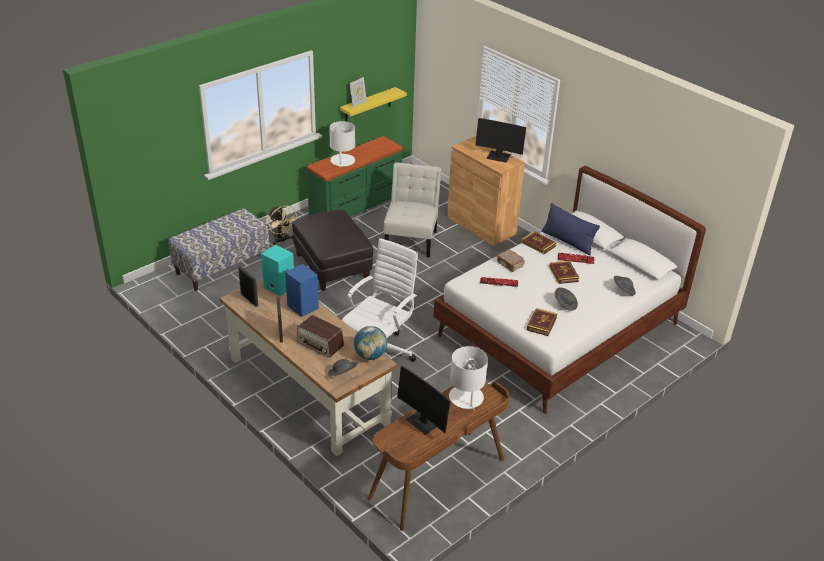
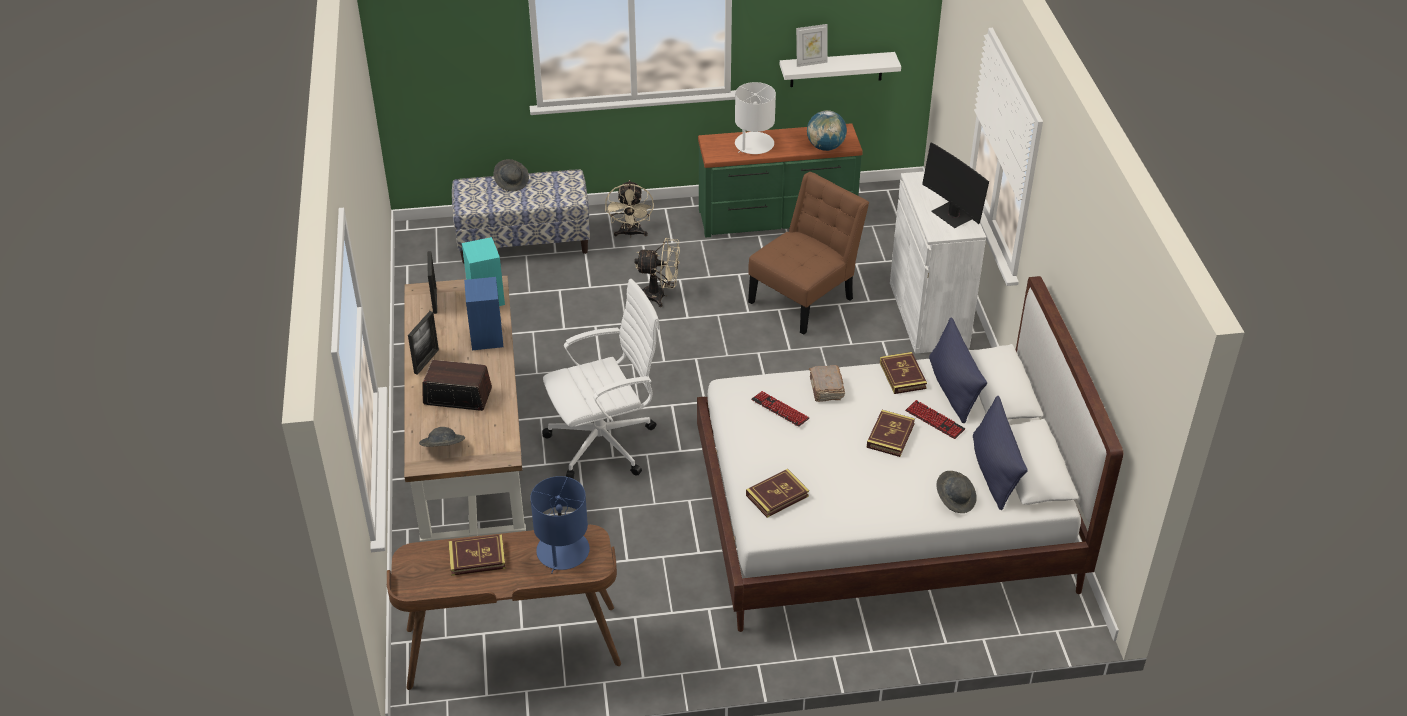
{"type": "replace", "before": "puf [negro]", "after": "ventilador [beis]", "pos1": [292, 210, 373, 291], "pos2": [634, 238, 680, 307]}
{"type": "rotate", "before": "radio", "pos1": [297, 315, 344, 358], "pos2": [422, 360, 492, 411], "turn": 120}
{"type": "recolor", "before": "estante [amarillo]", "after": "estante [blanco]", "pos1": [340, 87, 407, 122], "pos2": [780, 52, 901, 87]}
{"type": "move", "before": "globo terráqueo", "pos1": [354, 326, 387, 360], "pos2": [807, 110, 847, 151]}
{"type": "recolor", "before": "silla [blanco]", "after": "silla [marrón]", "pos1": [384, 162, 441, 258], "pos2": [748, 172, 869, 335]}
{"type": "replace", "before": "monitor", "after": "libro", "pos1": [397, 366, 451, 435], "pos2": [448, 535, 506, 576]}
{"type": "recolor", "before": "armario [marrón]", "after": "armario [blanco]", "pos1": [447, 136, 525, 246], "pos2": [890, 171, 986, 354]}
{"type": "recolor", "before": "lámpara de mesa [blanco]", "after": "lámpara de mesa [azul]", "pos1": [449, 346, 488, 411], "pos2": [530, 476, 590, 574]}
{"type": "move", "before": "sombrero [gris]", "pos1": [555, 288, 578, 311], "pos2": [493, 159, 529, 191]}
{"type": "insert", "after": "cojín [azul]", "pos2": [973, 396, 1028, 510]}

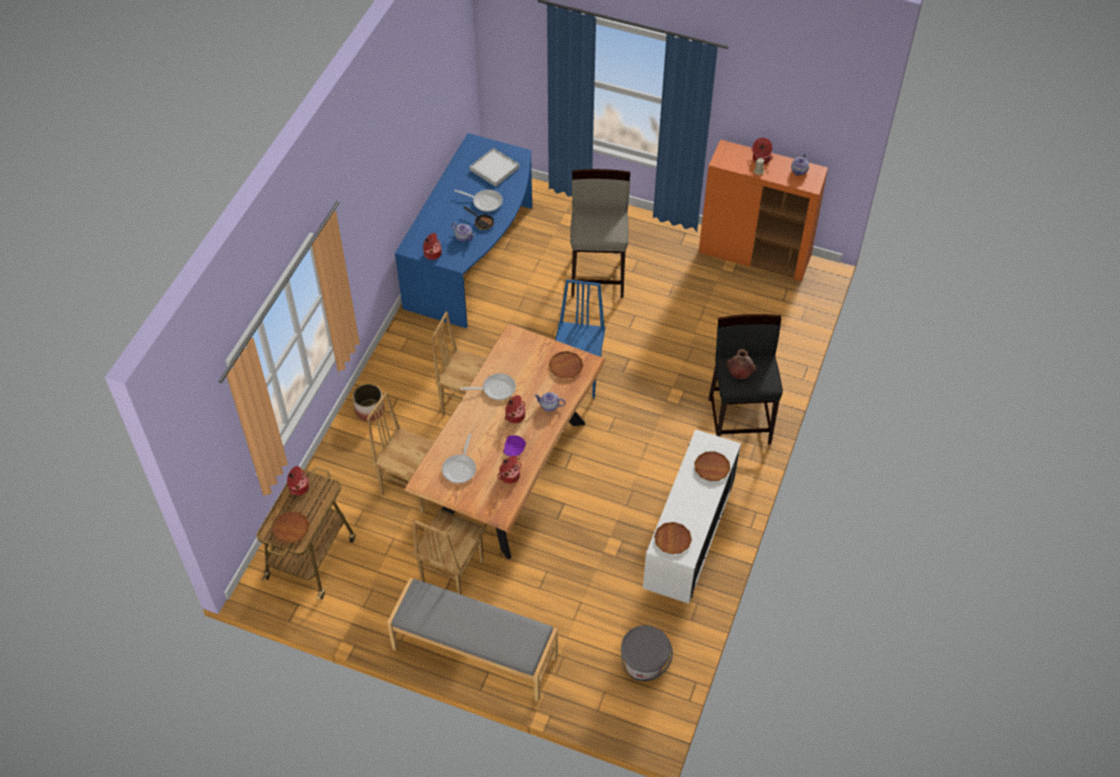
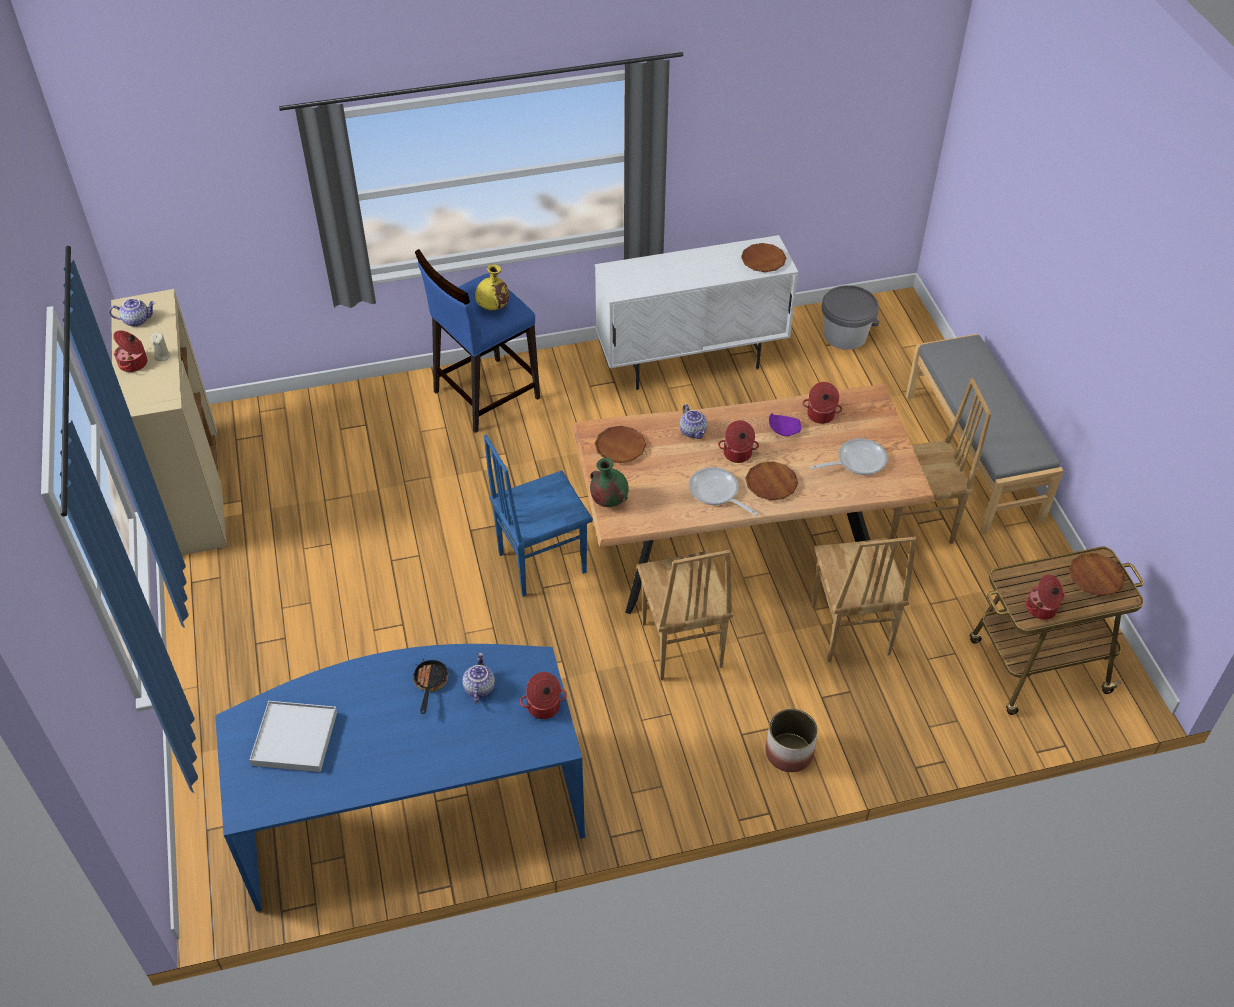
{"type": "delete", "before": "sartén", "pos1": [455, 190, 503, 212]}
{"type": "delete", "before": "taburete [beis]", "pos1": [570, 169, 630, 298]}
{"type": "move", "before": "plato [marrón]", "pos1": [694, 451, 730, 481], "pos2": [745, 461, 798, 500]}
{"type": "recolor", "before": "armario [naranja]", "after": "armario [beis]", "pos1": [699, 139, 828, 281], "pos2": [111, 289, 227, 555]}
{"type": "recolor", "before": "taburete [negro]", "after": "taburete [azul]", "pos1": [708, 314, 783, 445], "pos2": [415, 249, 540, 433]}
{"type": "recolor", "before": "florero [marrón]", "after": "florero [amarillo]", "pos1": [726, 349, 757, 379], "pos2": [475, 264, 509, 311]}
{"type": "insert", "after": "florero [verde]", "pos2": [590, 458, 629, 507]}

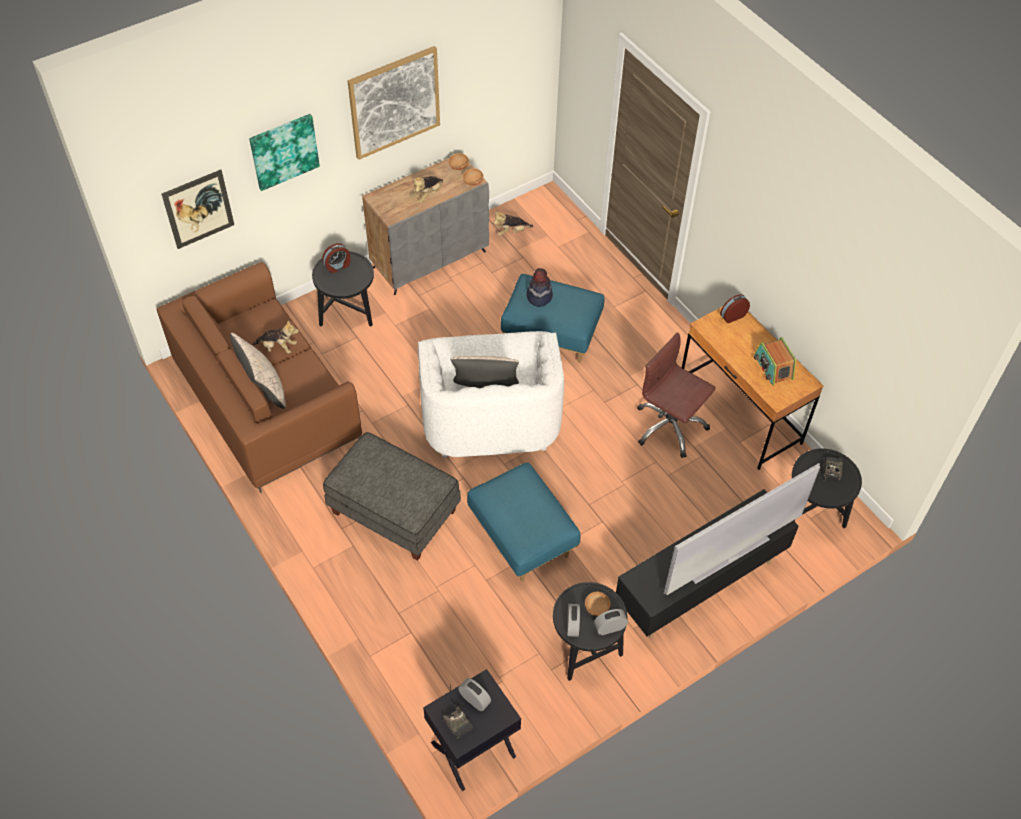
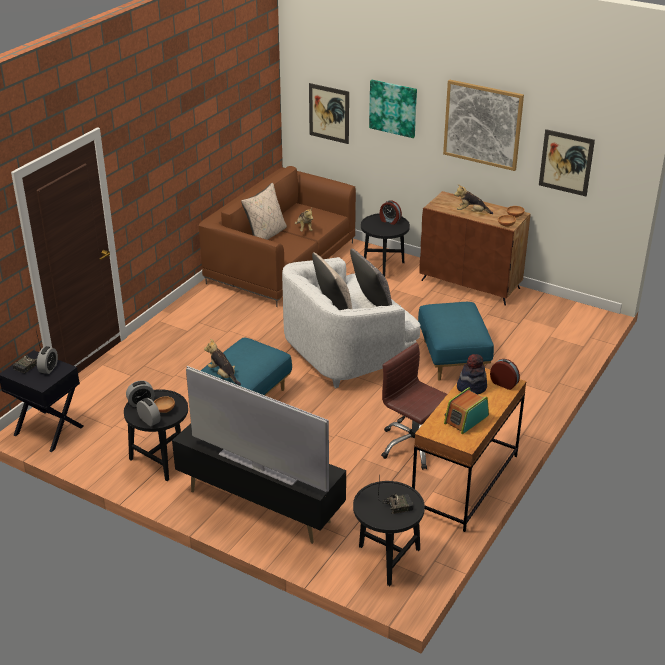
{"type": "delete", "before": "puf [gris]", "pos1": [323, 432, 461, 561]}
{"type": "recolor", "before": "armario [gris]", "after": "armario [marrón]", "pos1": [362, 158, 489, 295], "pos2": [420, 191, 531, 306]}
{"type": "move", "before": "peluche", "pos1": [493, 212, 533, 236], "pos2": [204, 338, 241, 386]}
{"type": "move", "before": "sombrero", "pos1": [527, 268, 553, 307], "pos2": [457, 354, 487, 394]}
{"type": "rotate", "before": "silla de oficina [marrón]", "pos1": [637, 332, 716, 458], "pos2": [381, 342, 447, 470], "turn": -60}
{"type": "insert", "after": "cojín [gris]", "pos2": [350, 248, 392, 307]}
{"type": "insert", "after": "cuadro", "pos2": [539, 129, 595, 196]}

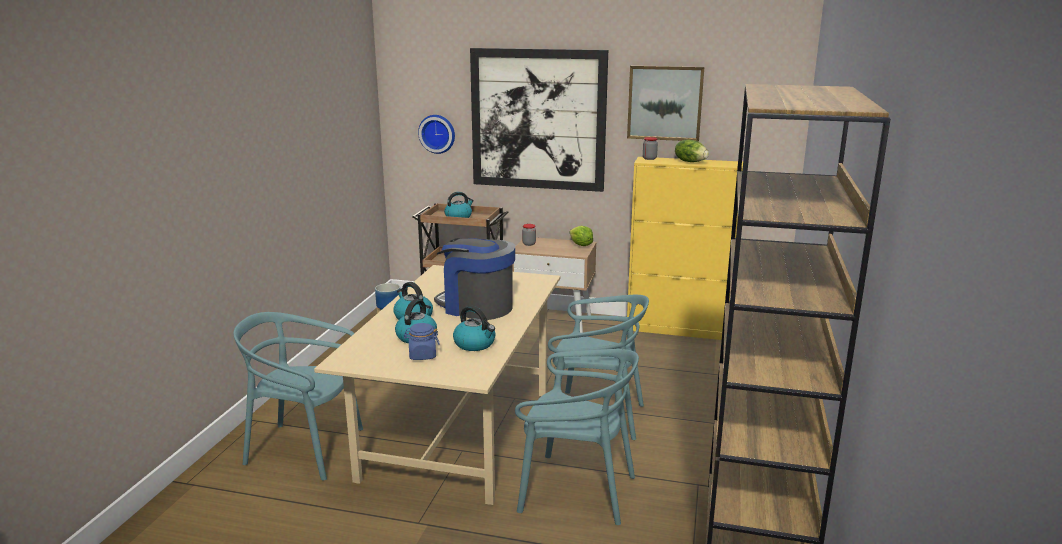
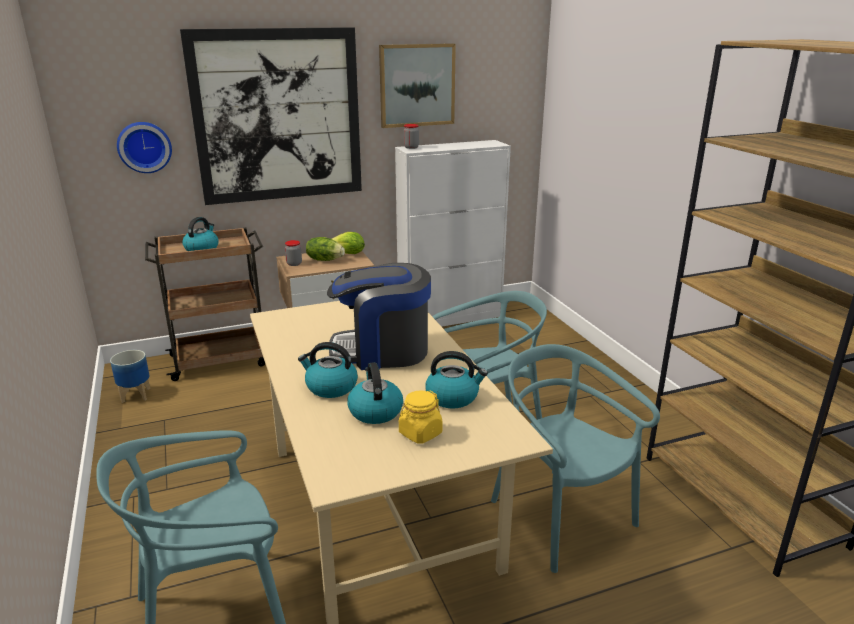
{"type": "recolor", "before": "tarro [azul]", "after": "tarro [amarillo]", "pos1": [404, 323, 439, 360], "pos2": [399, 390, 442, 444]}
{"type": "rotate", "before": "silla [turquesa]", "pos1": [515, 349, 639, 525], "pos2": [491, 344, 660, 573], "turn": -105}
{"type": "recolor", "before": "armario [amarillo]", "after": "armario [blanco]", "pos1": [627, 157, 743, 340], "pos2": [395, 140, 511, 327]}
{"type": "move", "before": "lechuga", "pos1": [675, 140, 709, 162], "pos2": [306, 237, 345, 261]}

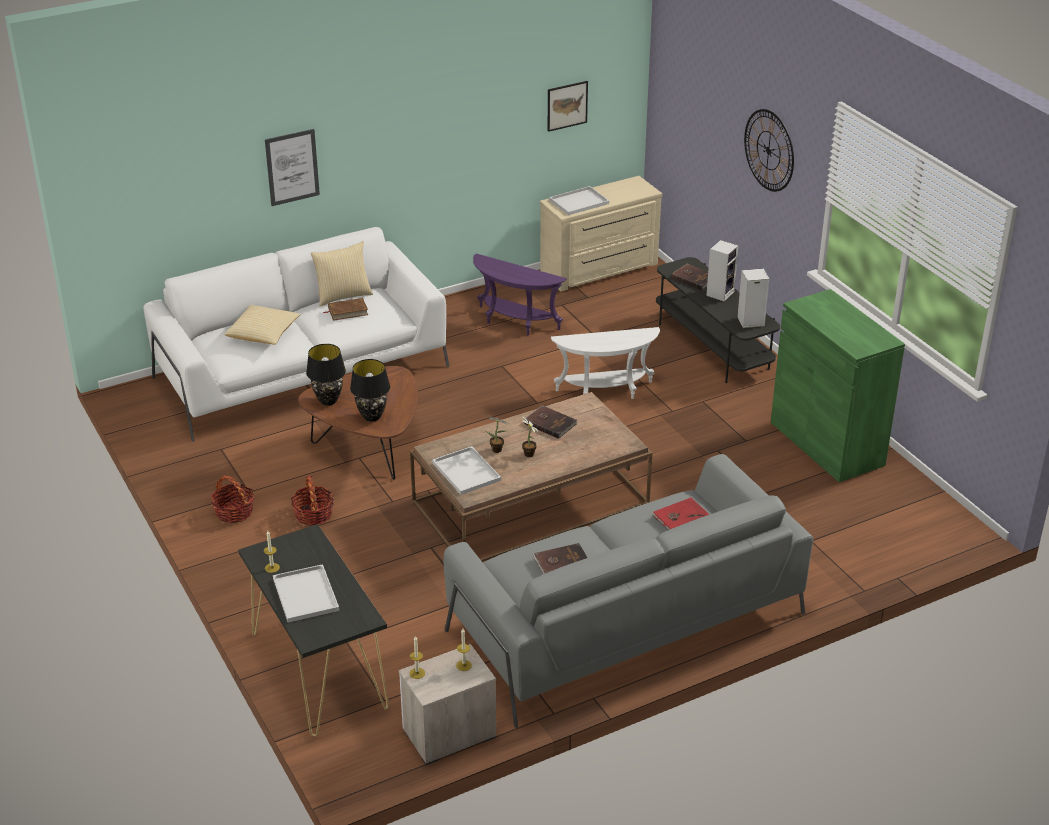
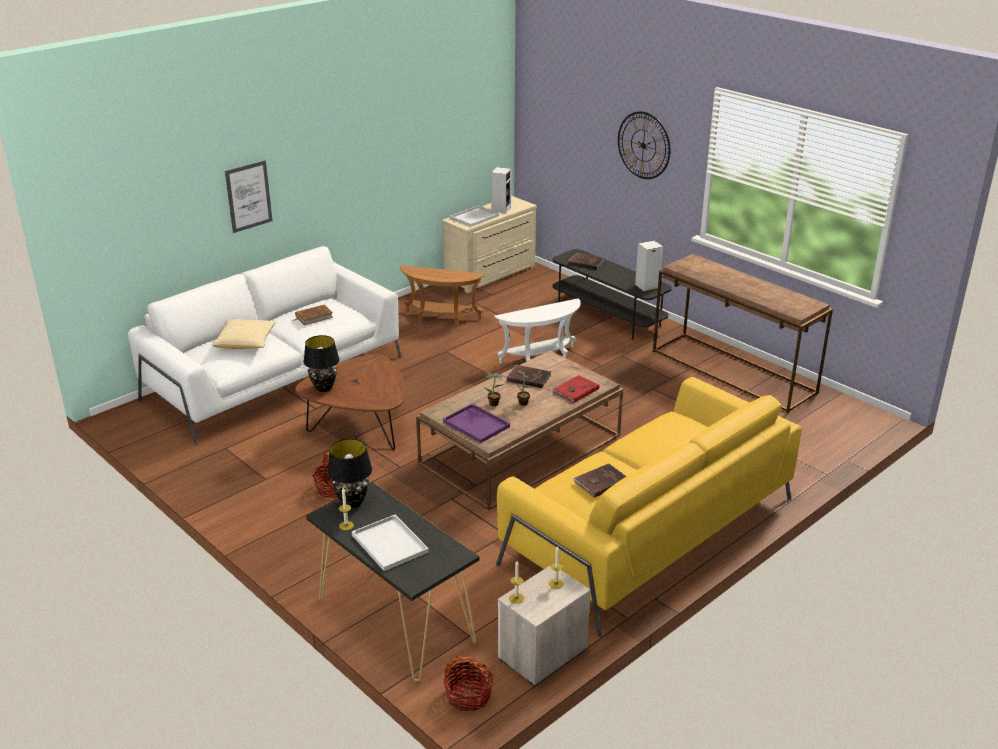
{"type": "move", "before": "cesta", "pos1": [211, 475, 254, 523], "pos2": [443, 655, 493, 711]}
{"type": "delete", "before": "cojín", "pos1": [311, 241, 373, 306]}
{"type": "move", "before": "lámpara de mesa [negro]", "pos1": [350, 359, 390, 422], "pos2": [327, 438, 372, 508]}
{"type": "recolor", "before": "bandeja [blanco]", "after": "bandeja [morado]", "pos1": [432, 446, 501, 495], "pos2": [443, 404, 510, 443]}
{"type": "recolor", "before": "sofá [gris]", "after": "sofá [amarillo]", "pos1": [444, 454, 813, 728], "pos2": [496, 377, 802, 637]}
{"type": "recolor", "before": "mesa auxiliar [morado]", "after": "mesa auxiliar [marrón]", "pos1": [473, 253, 567, 335], "pos2": [400, 265, 485, 327]}
{"type": "delete", "before": "cuadro", "pos1": [547, 81, 588, 132]}
{"type": "move", "before": "libro [rojo]", "pos1": [651, 498, 710, 531], "pos2": [552, 375, 599, 403]}
{"type": "move", "before": "altavoz", "pos1": [706, 240, 738, 301], "pos2": [491, 167, 511, 213]}
{"type": "replace", "before": "armario [verde]", "after": "mesa consola [marrón]", "pos1": [771, 289, 905, 482], "pos2": [653, 254, 833, 413]}

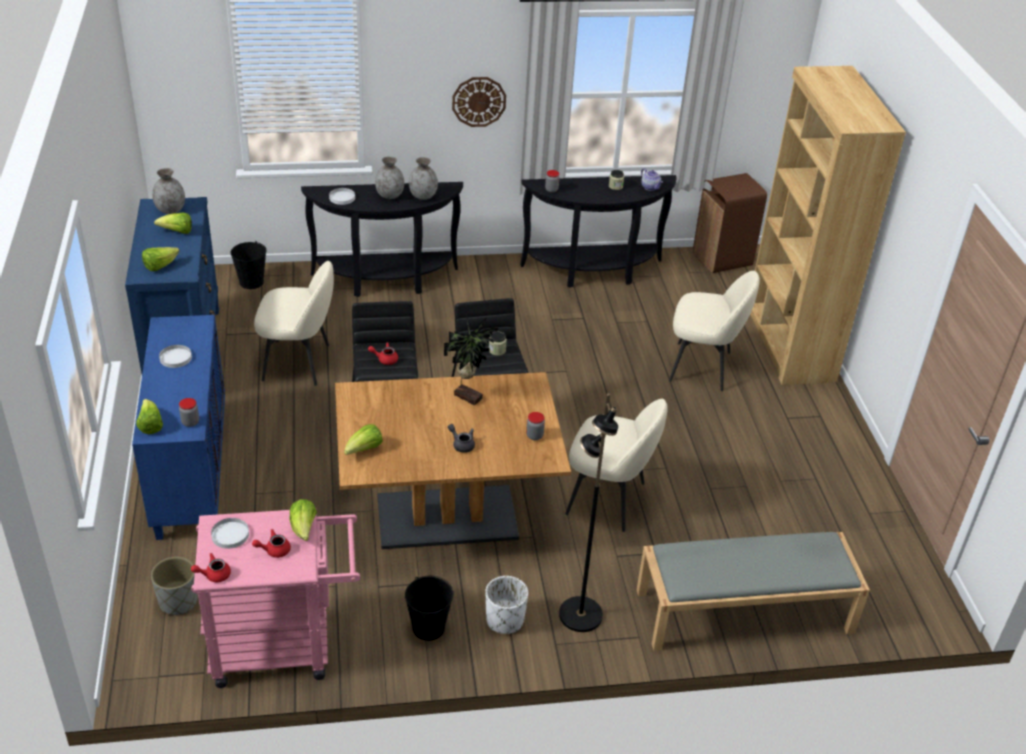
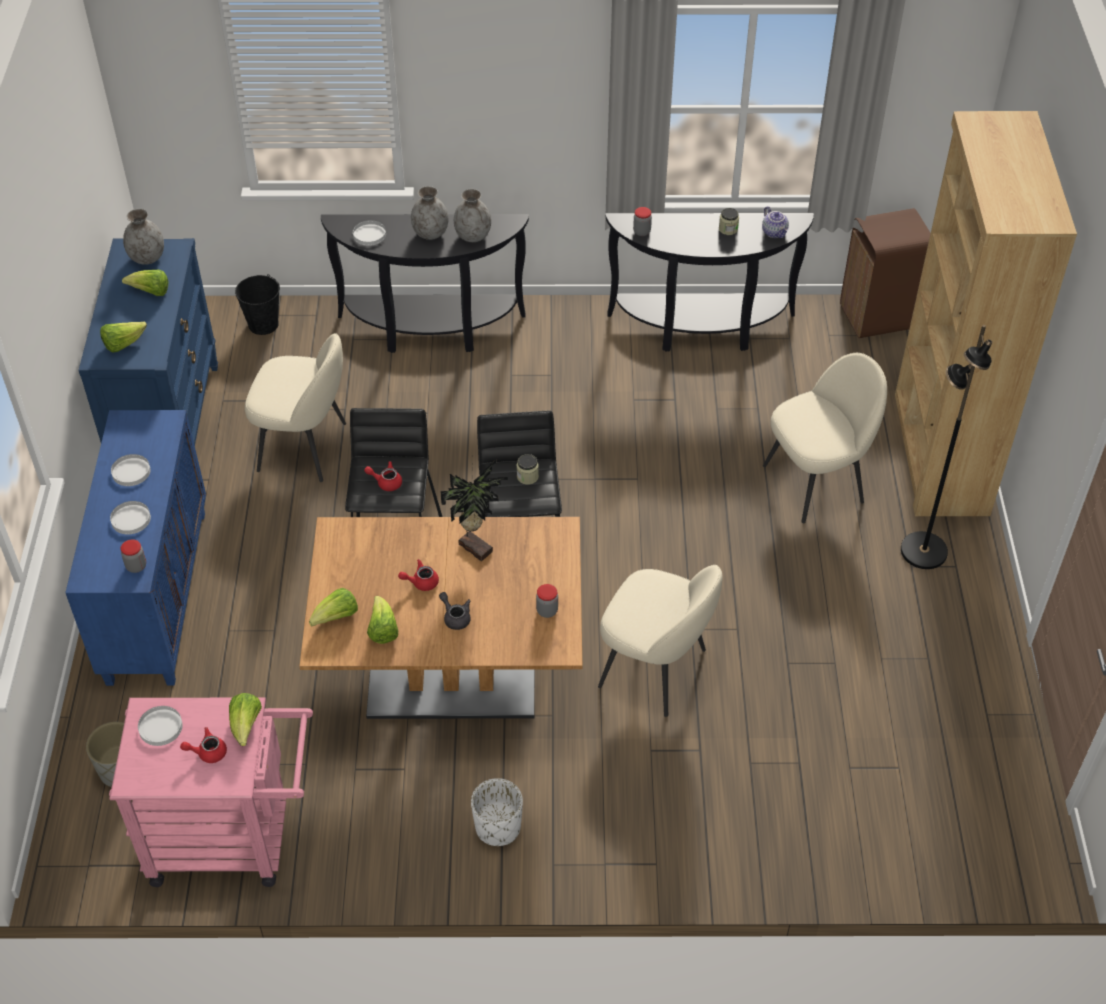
{"type": "move", "before": "lechuga", "pos1": [136, 399, 163, 434], "pos2": [367, 596, 398, 644]}
{"type": "move", "before": "tetera [rojo]", "pos1": [191, 553, 231, 582], "pos2": [398, 559, 439, 591]}
{"type": "delete", "before": "cubo [negro]", "pos1": [405, 576, 454, 641]}
{"type": "delete", "before": "reloj de pared", "pos1": [452, 77, 506, 127]}
{"type": "move", "before": "lámpara de pie [negro]", "pos1": [559, 393, 618, 632], "pos2": [901, 325, 992, 569]}
{"type": "delete", "before": "banco [gris]", "pos1": [637, 532, 870, 650]}
{"type": "rotate", "before": "silla [beis]", "pos1": [669, 271, 760, 391], "pos2": [763, 353, 887, 523], "turn": -45}
{"type": "insert", "after": "plato [blanco]", "pos2": [110, 501, 151, 535]}

